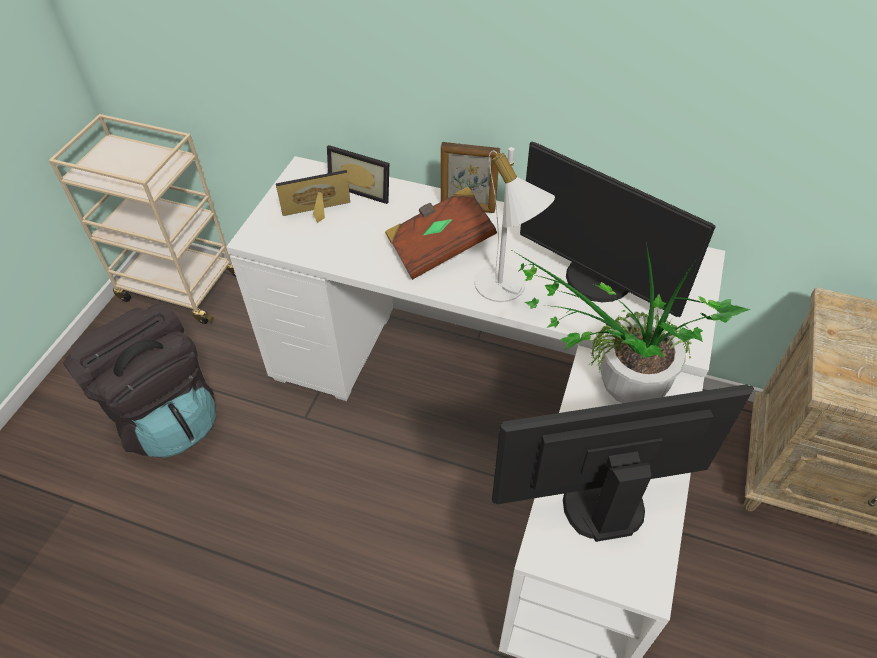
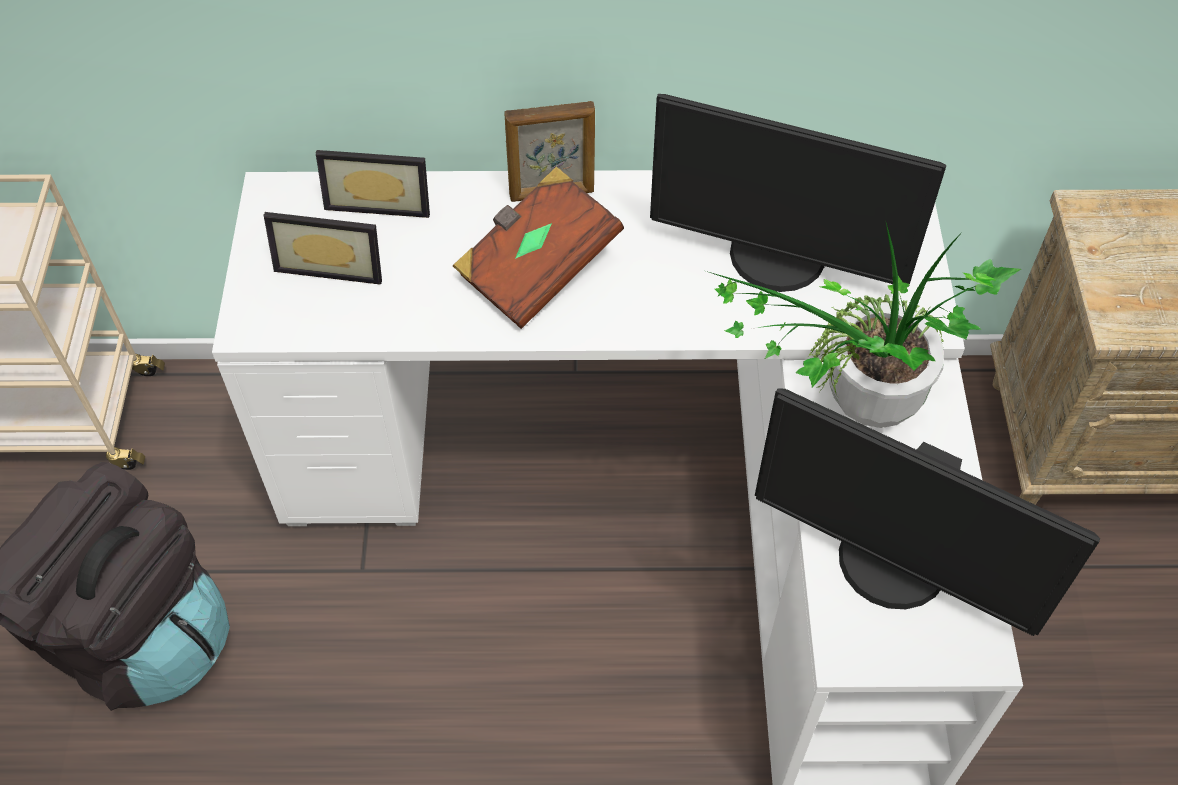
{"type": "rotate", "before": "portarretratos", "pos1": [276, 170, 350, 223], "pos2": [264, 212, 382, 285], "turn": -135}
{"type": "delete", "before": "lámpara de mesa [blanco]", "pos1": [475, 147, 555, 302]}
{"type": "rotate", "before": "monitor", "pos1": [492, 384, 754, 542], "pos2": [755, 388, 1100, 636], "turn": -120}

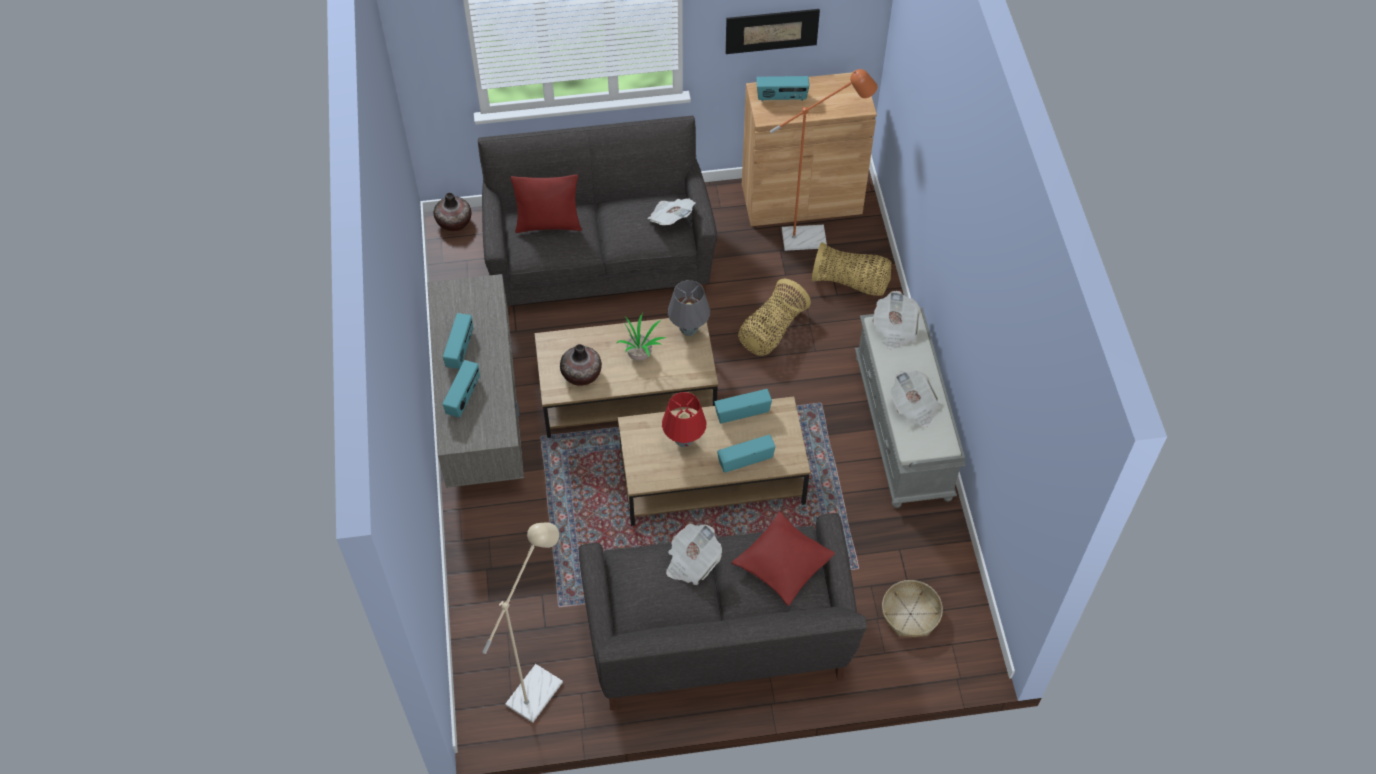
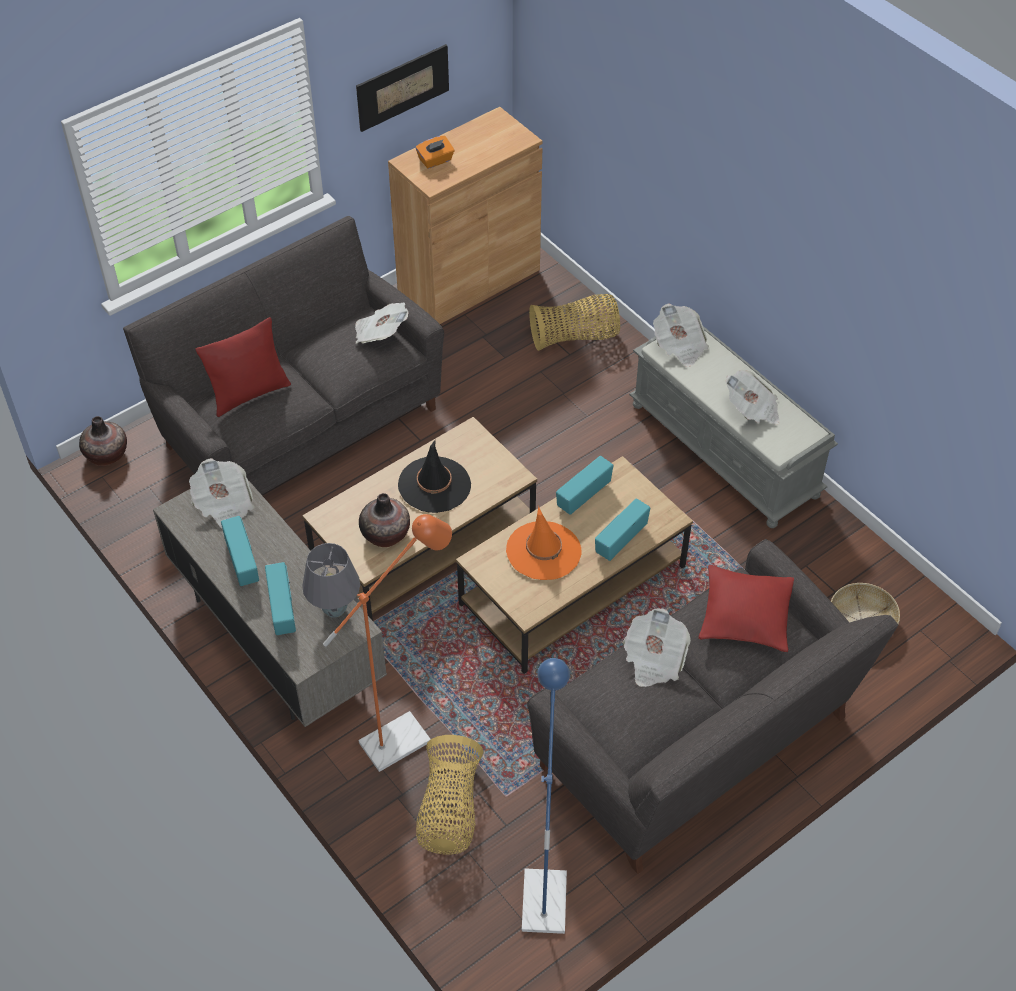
{"type": "recolor", "before": "lámpara de pie [beis]", "after": "lámpara de pie [azul]", "pos1": [483, 523, 563, 723], "pos2": [522, 658, 570, 934]}
{"type": "replace", "before": "planta en maceta", "after": "sombrero [negro]", "pos1": [617, 313, 668, 361], "pos2": [398, 439, 471, 513]}
{"type": "replace", "before": "lámpara de mesa [rojo]", "after": "sombrero [naranja]", "pos1": [662, 392, 706, 447], "pos2": [506, 506, 581, 580]}
{"type": "move", "before": "lámpara de mesa [gris]", "pos1": [668, 280, 710, 336], "pos2": [302, 543, 360, 618]}
{"type": "move", "before": "cesta", "pos1": [738, 279, 811, 356], "pos2": [416, 735, 484, 855]}
{"type": "replace", "before": "radio", "after": "caja de pañuelos [naranja]", "pos1": [756, 76, 809, 101], "pos2": [416, 136, 454, 169]}
{"type": "move", "before": "lámpara de pie [naranja]", "pos1": [770, 69, 877, 251], "pos2": [323, 514, 452, 772]}
{"type": "insert", "after": "periódico", "pos2": [189, 458, 254, 529]}

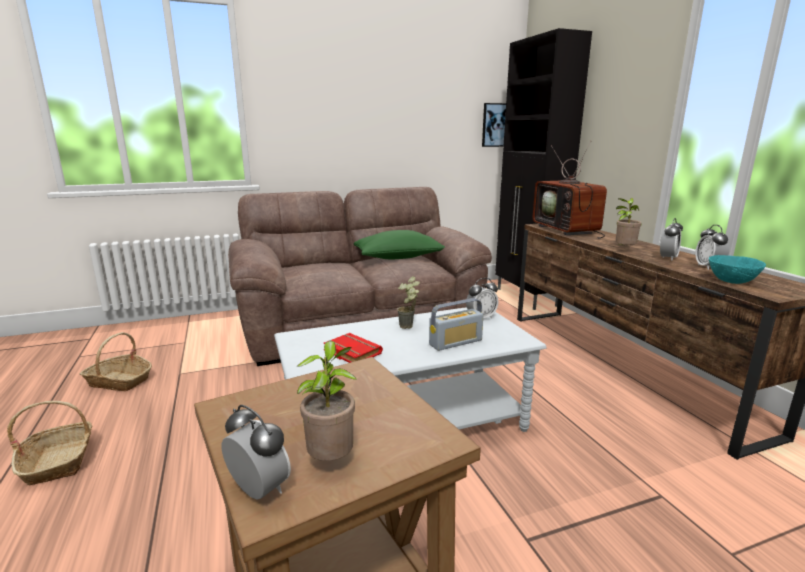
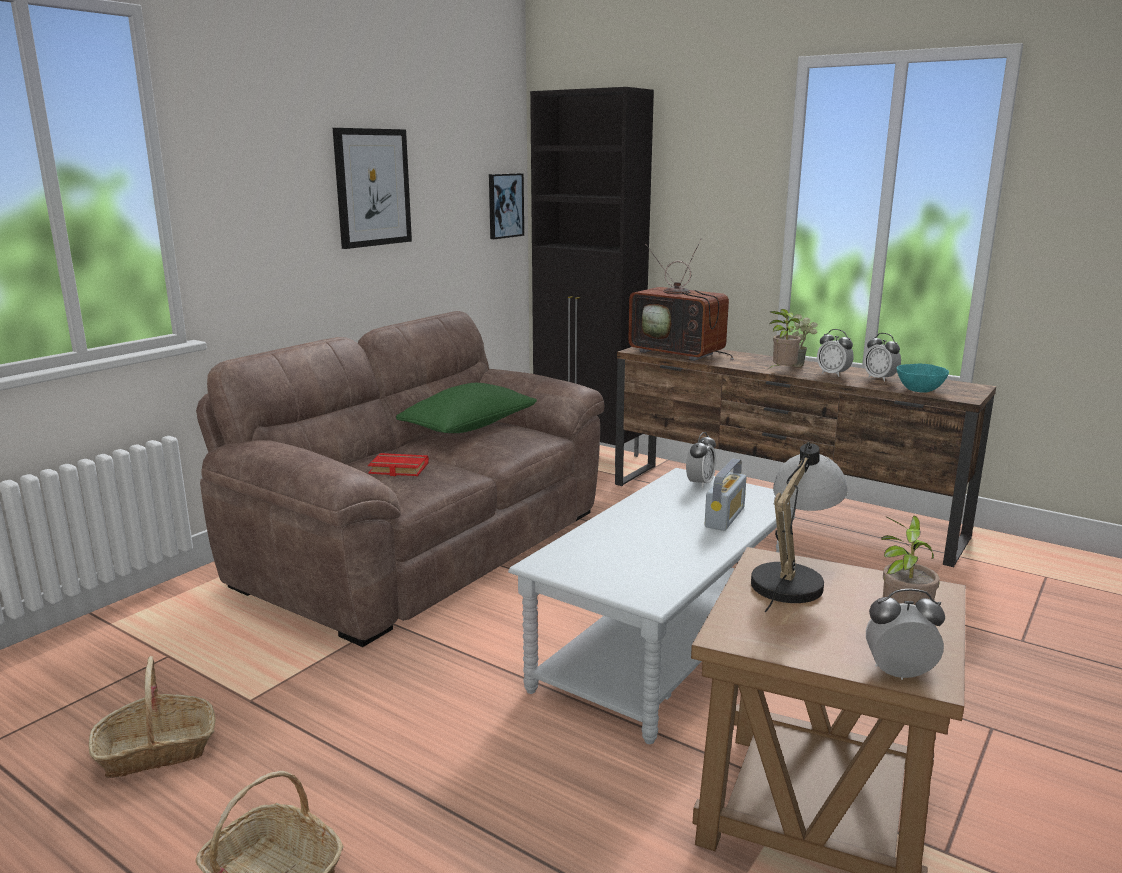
{"type": "move", "before": "libro [rojo]", "pos1": [323, 333, 383, 363], "pos2": [368, 453, 429, 476]}
{"type": "move", "before": "planta en maceta", "pos1": [397, 276, 420, 329], "pos2": [791, 314, 818, 367]}
{"type": "rotate", "before": "despertador", "pos1": [660, 218, 683, 261], "pos2": [817, 329, 854, 377], "turn": 135}
{"type": "insert", "after": "cuadro", "pos2": [333, 128, 412, 249]}
{"type": "insert", "after": "lámpara de mesa", "pos2": [751, 442, 848, 612]}

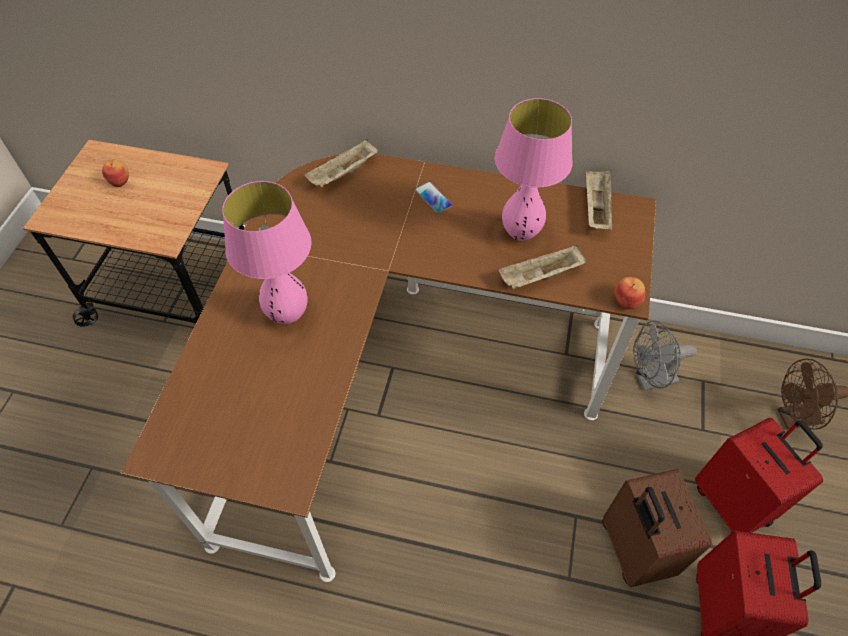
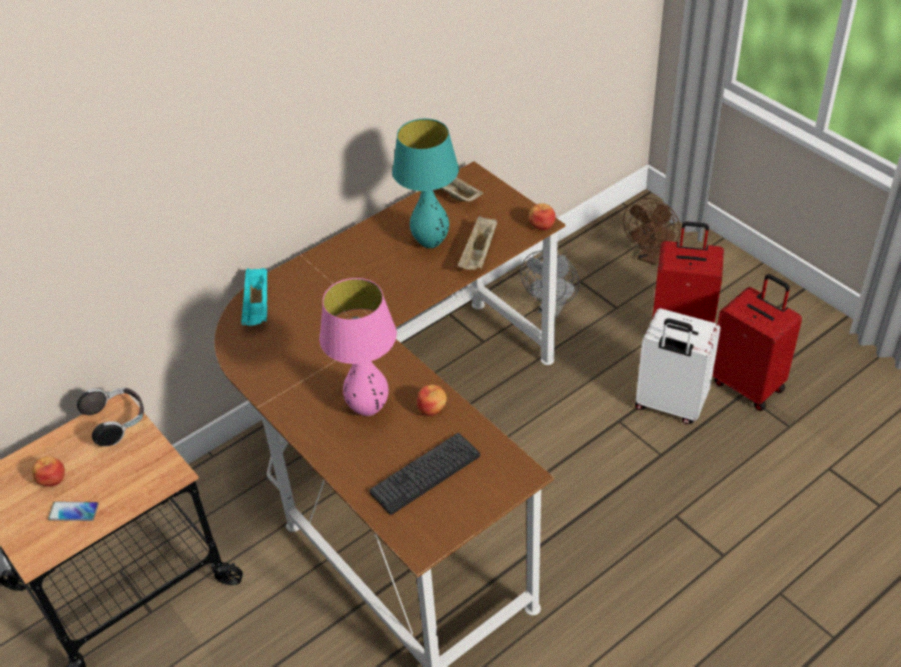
{"type": "recolor", "before": "bandeja [beis]", "after": "bandeja [turquesa]", "pos1": [305, 139, 378, 187], "pos2": [241, 268, 267, 326]}
{"type": "move", "before": "móvil", "pos1": [414, 181, 453, 214], "pos2": [48, 502, 99, 521]}
{"type": "recolor", "before": "lámpara de mesa [rosa]", "after": "lámpara de mesa [turquesa]", "pos1": [495, 98, 573, 241], "pos2": [392, 119, 459, 248]}
{"type": "recolor", "before": "maleta [marrón]", "after": "maleta [blanco]", "pos1": [602, 469, 712, 587], "pos2": [635, 309, 721, 424]}
{"type": "insert", "after": "auriculares", "pos2": [77, 388, 144, 446]}
{"type": "insert", "after": "teclado", "pos2": [369, 433, 480, 515]}
{"type": "insert", "after": "manzana", "pos2": [417, 385, 447, 416]}

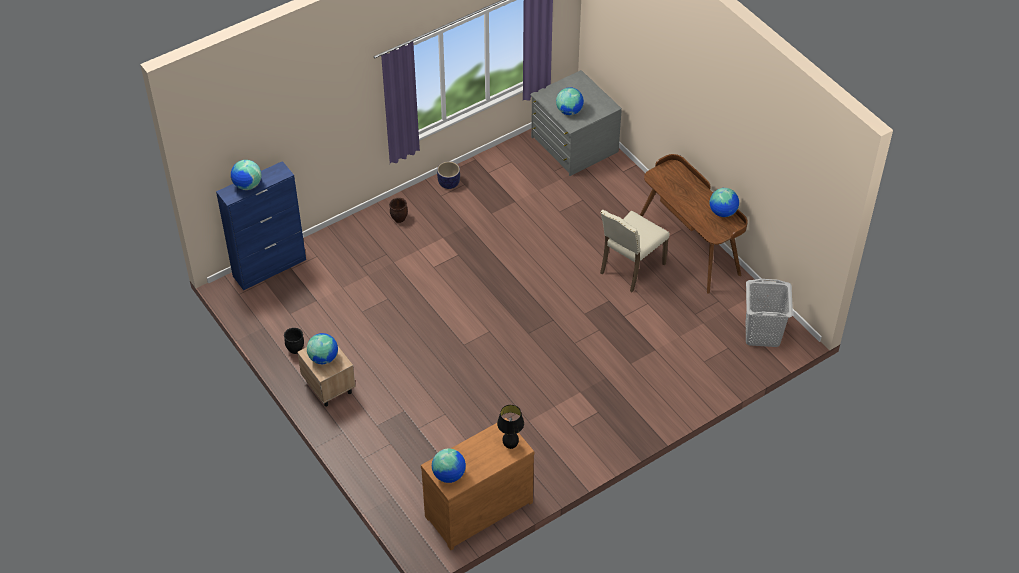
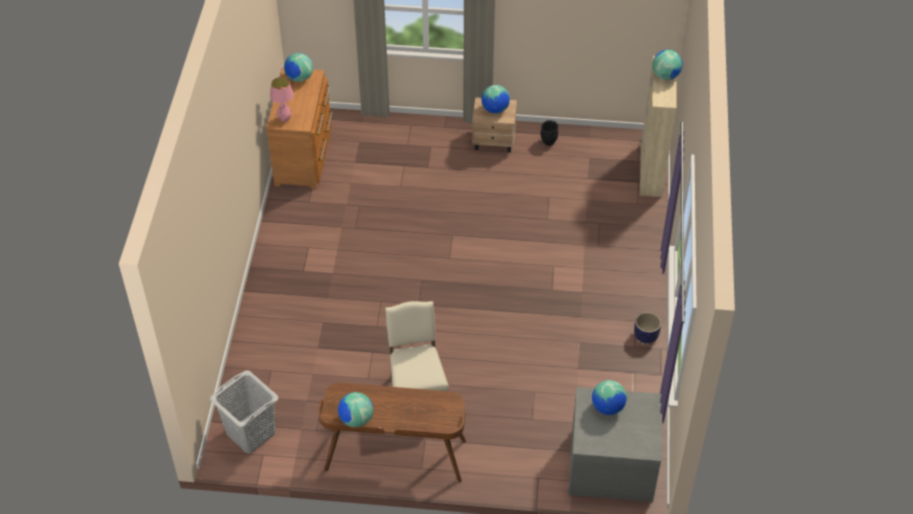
{"type": "recolor", "before": "armario [azul]", "after": "armario [beis]", "pos1": [216, 161, 306, 290], "pos2": [640, 56, 677, 197]}
{"type": "delete", "before": "maceta [marrón]", "pos1": [389, 198, 408, 223]}
{"type": "recolor", "before": "lámpara de mesa [negro]", "after": "lámpara de mesa [rosa]", "pos1": [497, 405, 524, 449], "pos2": [270, 77, 294, 122]}

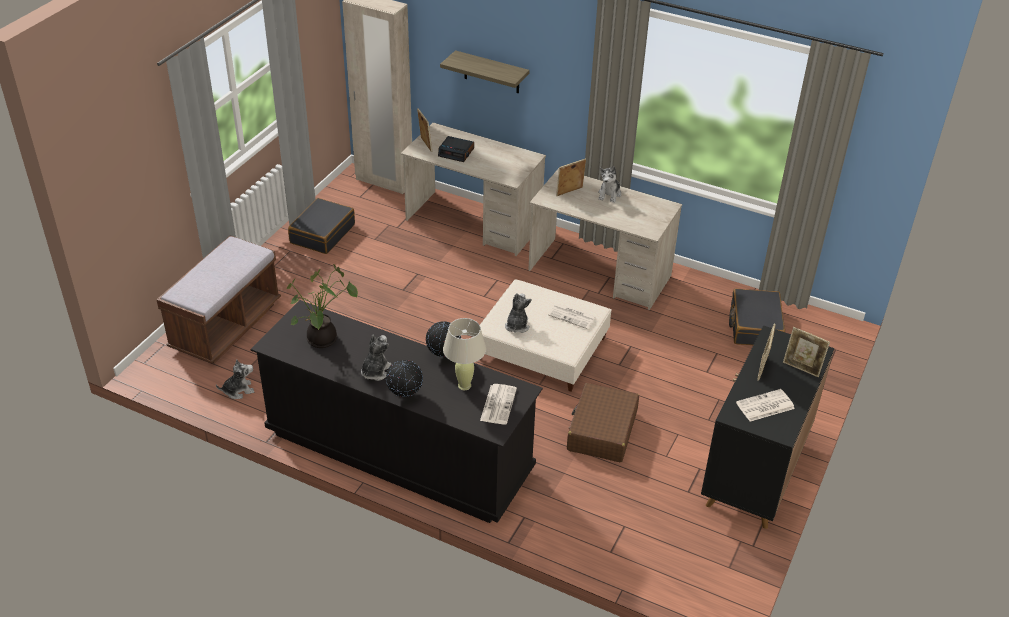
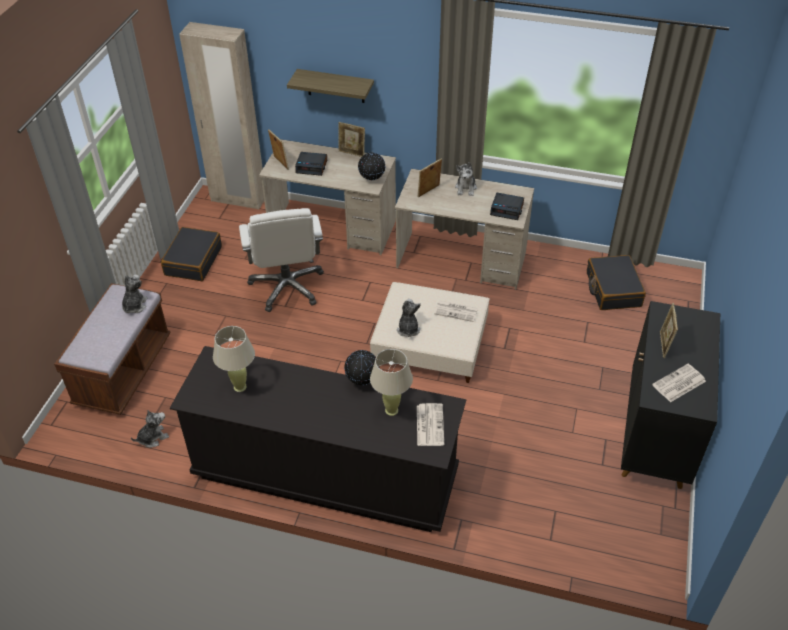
{"type": "replace", "before": "planta en maceta", "after": "lámpara de mesa [beis]", "pos1": [287, 264, 358, 348], "pos2": [213, 326, 255, 392]}
{"type": "move", "before": "peluche", "pos1": [361, 335, 391, 381], "pos2": [122, 275, 148, 313]}
{"type": "move", "before": "globo terráqueo", "pos1": [386, 360, 423, 397], "pos2": [358, 152, 386, 181]}
{"type": "delete", "before": "maleta [marrón]", "pos1": [567, 383, 639, 462]}
{"type": "move", "before": "portarretratos", "pos1": [783, 327, 830, 377], "pos2": [338, 122, 365, 157]}
{"type": "insert", "after": "silla de oficina [blanco]", "pos2": [239, 208, 324, 312]}
{"type": "insert", "after": "despertador", "pos2": [490, 193, 524, 220]}

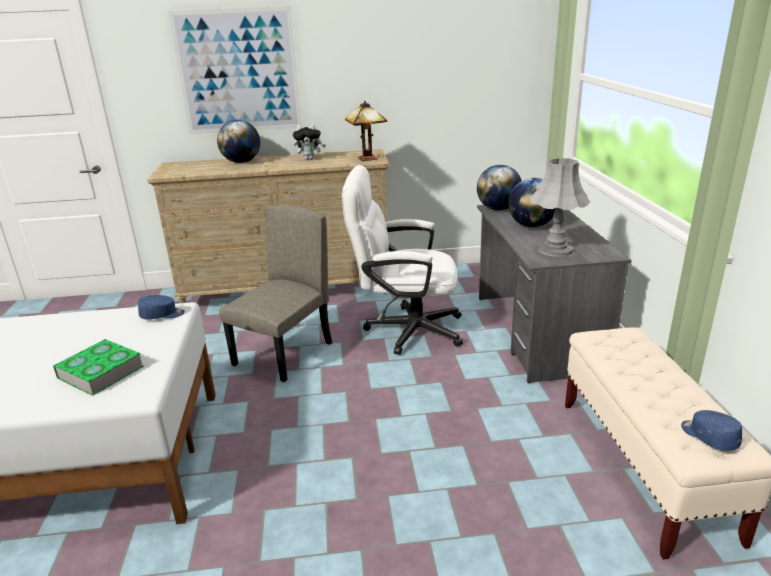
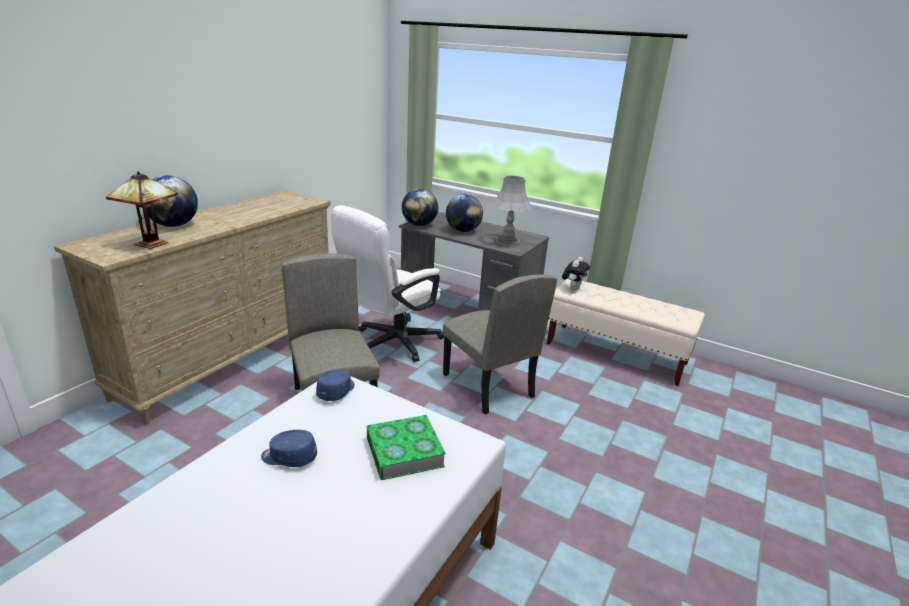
{"type": "delete", "before": "cuadro", "pos1": [168, 6, 302, 134]}
{"type": "move", "before": "peluche", "pos1": [293, 124, 326, 160], "pos2": [562, 257, 590, 291]}
{"type": "move", "before": "lámpara de mesa", "pos1": [345, 101, 387, 161], "pos2": [106, 171, 178, 249]}
{"type": "move", "before": "gorra [azul]", "pos1": [681, 410, 742, 451], "pos2": [261, 430, 317, 467]}
{"type": "insert", "after": "silla [beis]", "pos2": [443, 275, 557, 415]}

